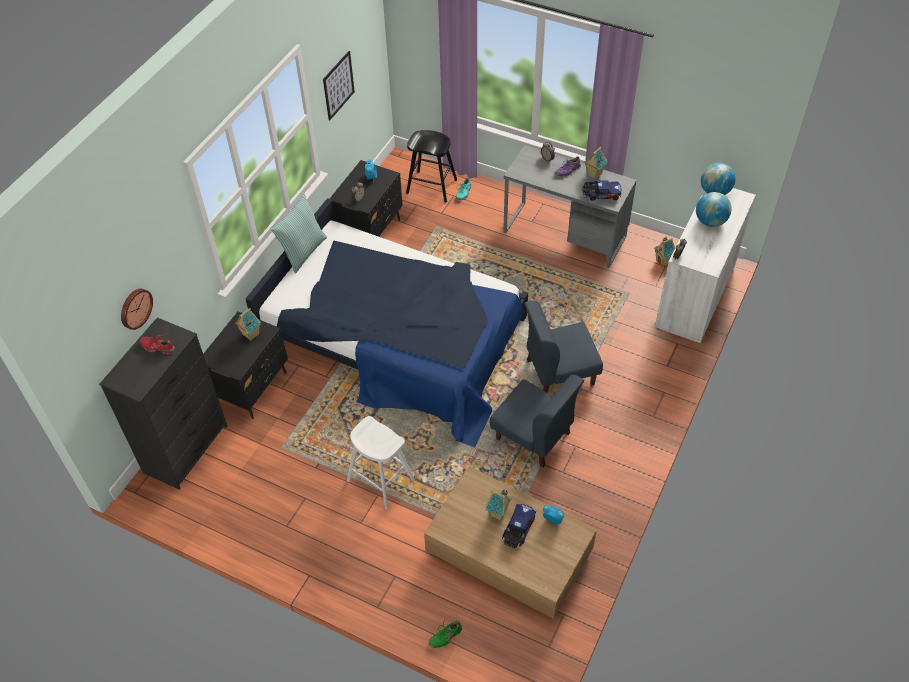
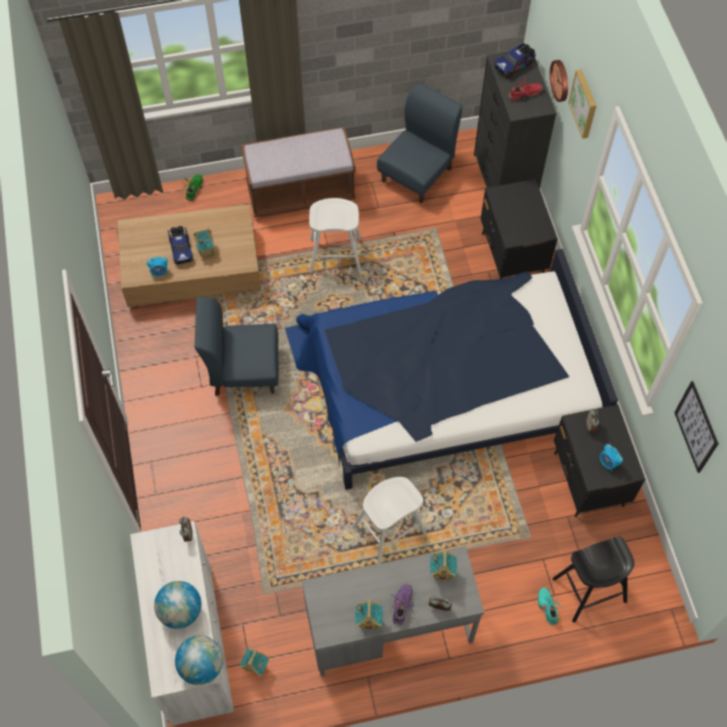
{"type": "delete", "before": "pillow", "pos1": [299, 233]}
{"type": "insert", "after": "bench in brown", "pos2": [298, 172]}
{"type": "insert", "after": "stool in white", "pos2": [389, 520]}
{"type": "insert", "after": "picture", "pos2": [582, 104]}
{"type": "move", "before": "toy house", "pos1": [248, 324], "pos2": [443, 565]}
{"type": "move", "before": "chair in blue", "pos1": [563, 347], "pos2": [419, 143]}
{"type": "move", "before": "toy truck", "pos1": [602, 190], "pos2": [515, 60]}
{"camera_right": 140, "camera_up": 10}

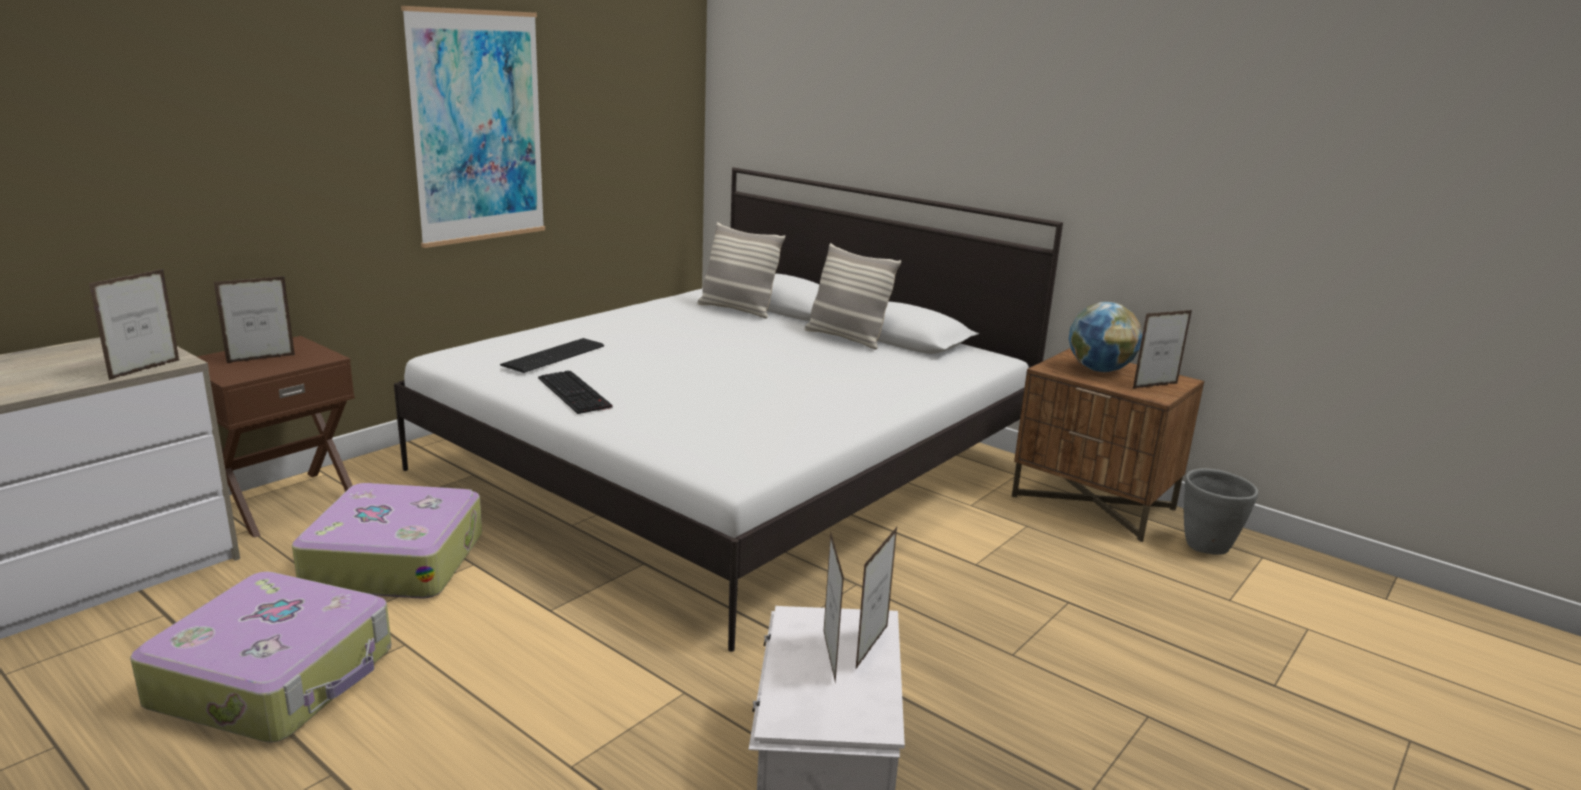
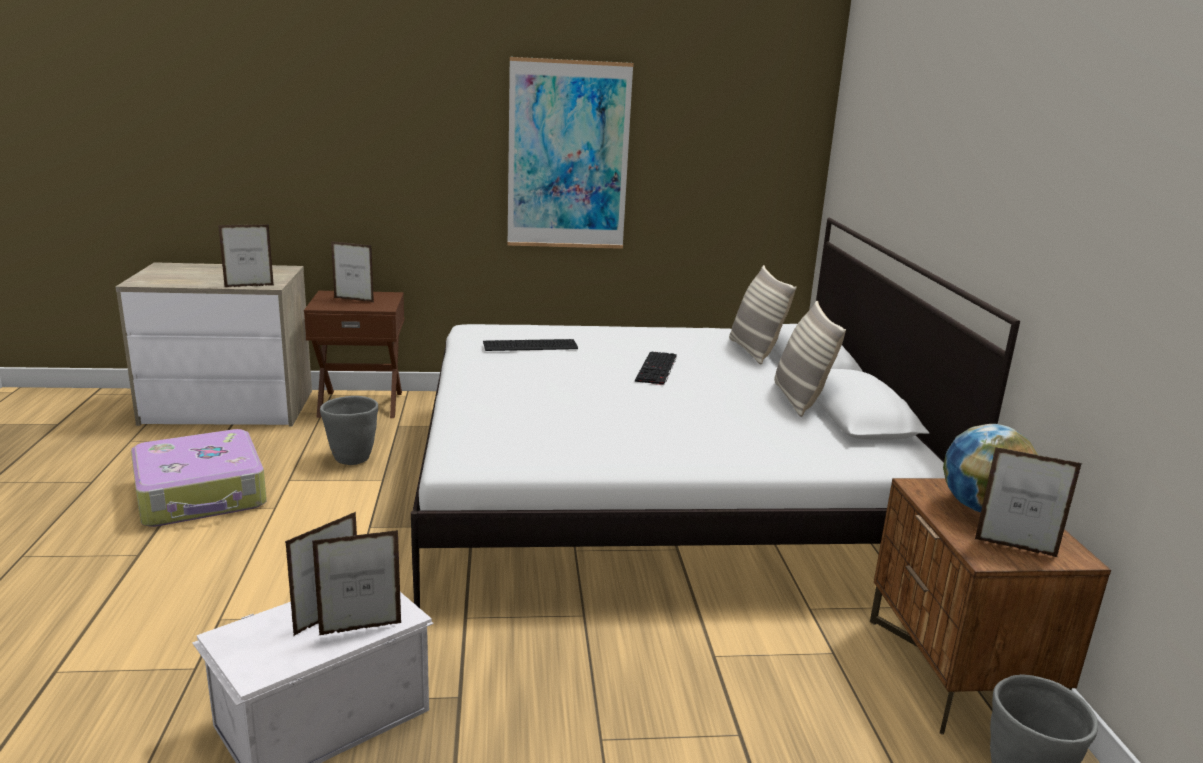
{"type": "move", "before": "keyboard", "pos1": [575, 392], "pos2": [656, 368]}
{"type": "replace", "before": "suitcase", "after": "planter in grey", "pos1": [387, 541], "pos2": [349, 430]}
{"camera_right": 45, "camera_up": 0}

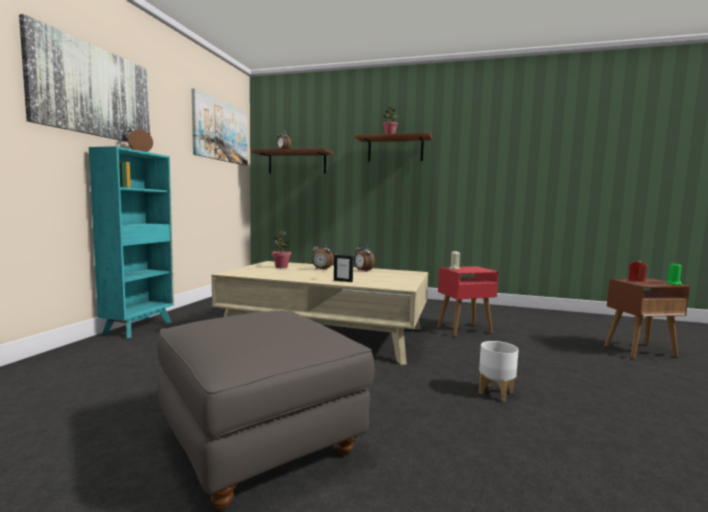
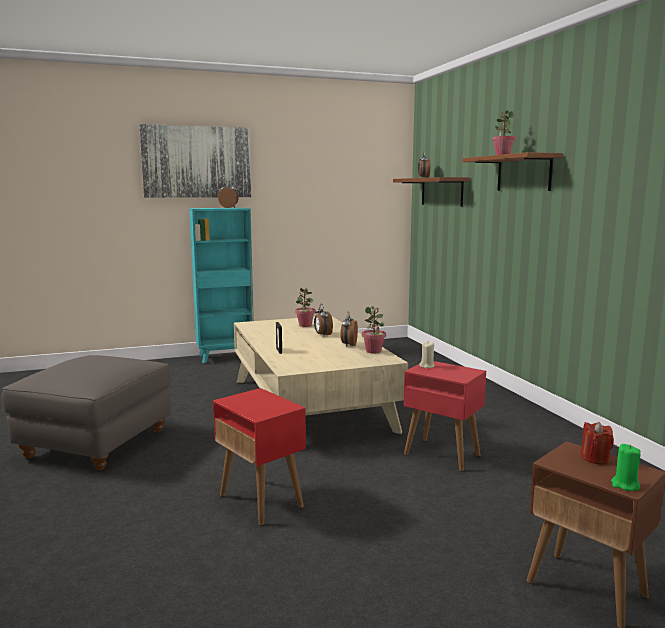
{"type": "delete", "before": "picture", "pos1": [219, 126]}
{"type": "insert", "after": "potted plant", "pos2": [374, 330]}
{"type": "replace", "before": "planter in white", "after": "side table in red", "pos1": [499, 371], "pos2": [259, 457]}
{"camera_right": 55, "camera_up": 5}

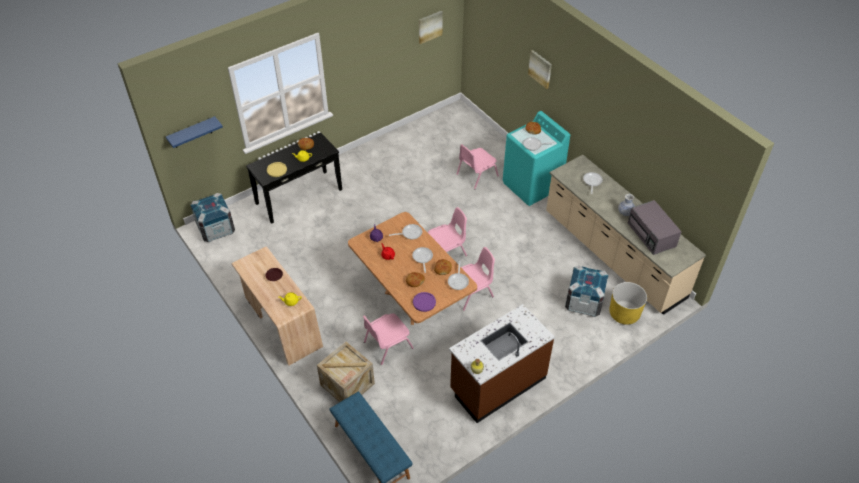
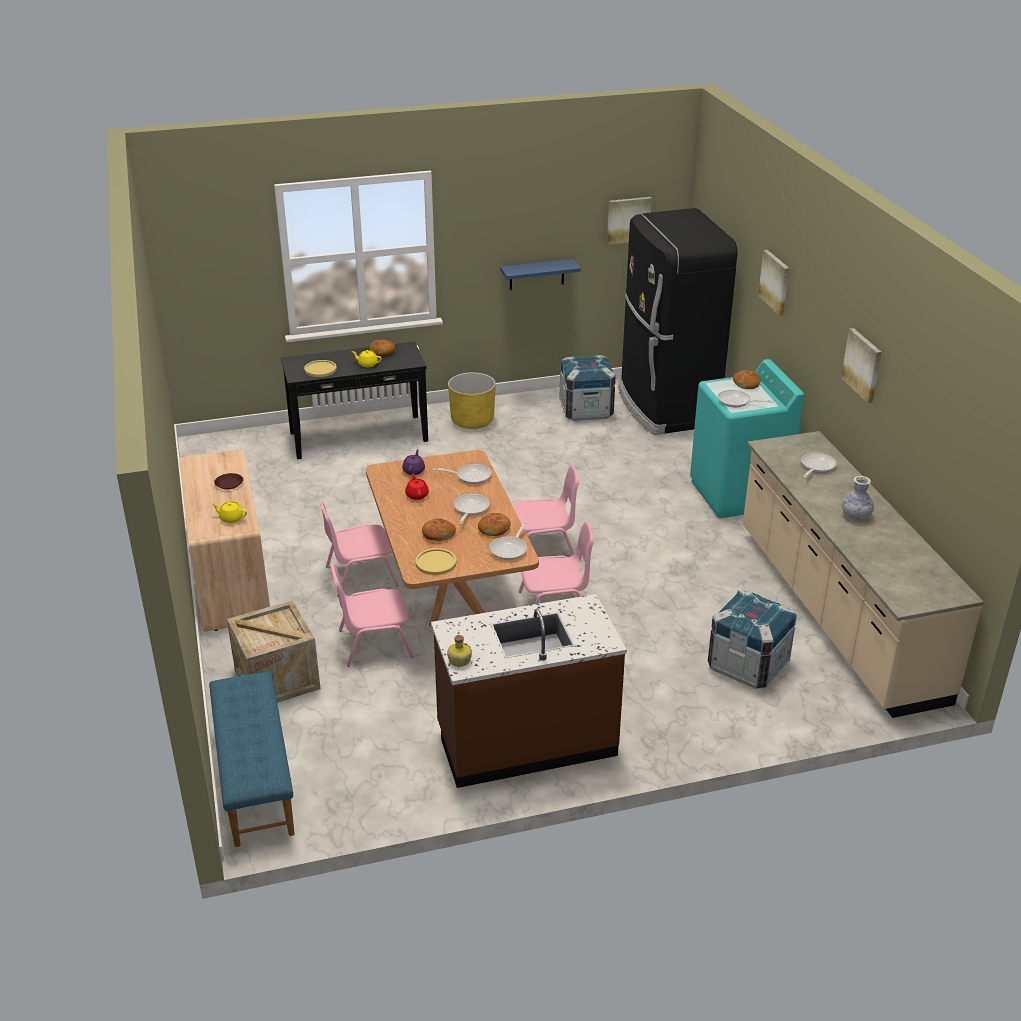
{"type": "delete", "before": "microwave in grey", "pos1": [654, 227]}
{"type": "insert", "after": "fridge in black", "pos2": [677, 321]}
{"type": "insert", "after": "picture", "pos2": [861, 365]}
{"type": "move", "before": "shelf in blue", "pos1": [194, 132], "pos2": [540, 274]}
{"type": "move", "before": "crate", "pos1": [212, 217], "pos2": [587, 388]}
{"type": "move", "before": "chair in pink", "pos1": [478, 166], "pos2": [359, 548]}
{"type": "move", "before": "planter in yellow", "pos1": [628, 303], "pos2": [472, 400]}
{"type": "recolor", "before": "plate in purple", "after": "plate in yellow", "pos1": [424, 302], "pos2": [436, 561]}
{"camera_right": 20, "camera_up": -15}

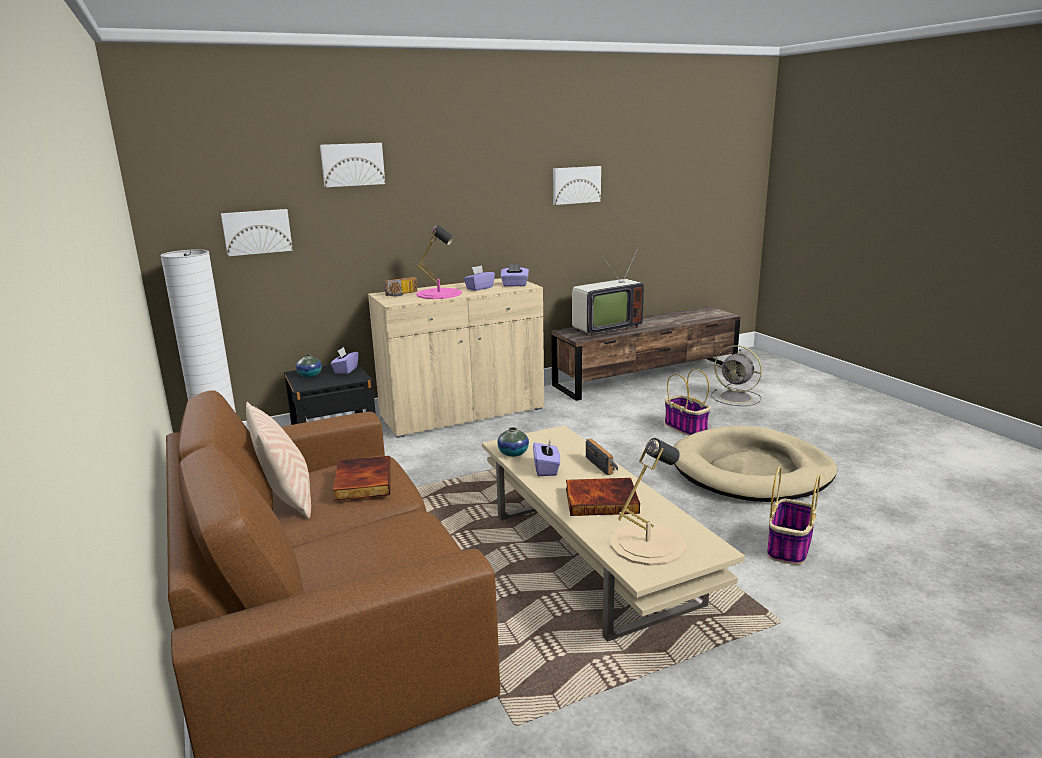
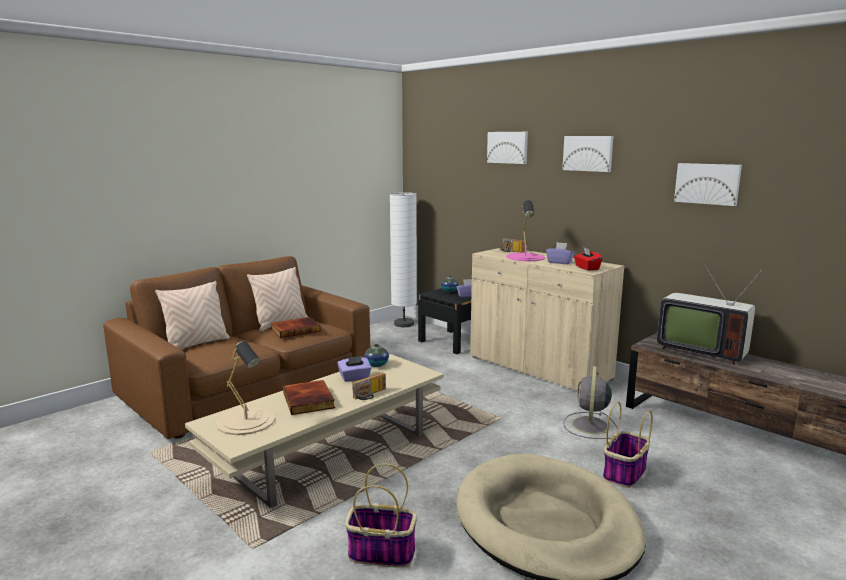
{"type": "insert", "after": "pillow in beige", "pos2": [192, 315]}
{"type": "move", "before": "picture", "pos1": [257, 232], "pos2": [588, 154]}
{"type": "move", "before": "fan in grey", "pos1": [737, 375], "pos2": [590, 402]}
{"type": "recolor", "before": "tissue box in purple", "after": "tissue box in red", "pos1": [515, 275], "pos2": [588, 259]}
{"camera_right": 70, "camera_up": -5}

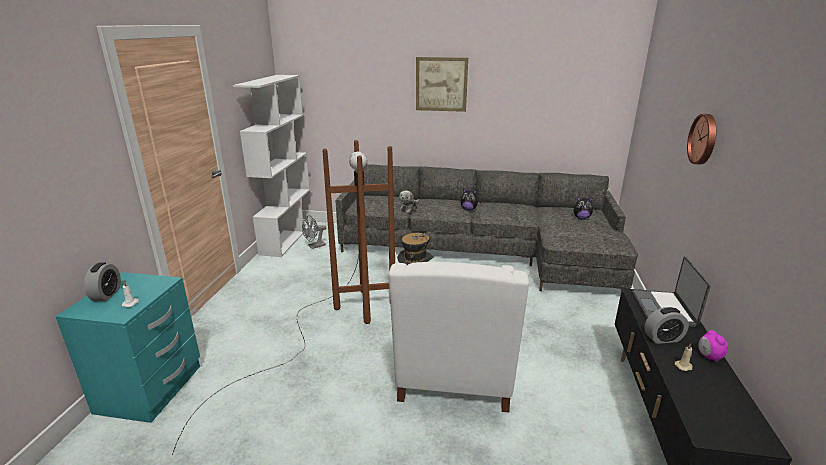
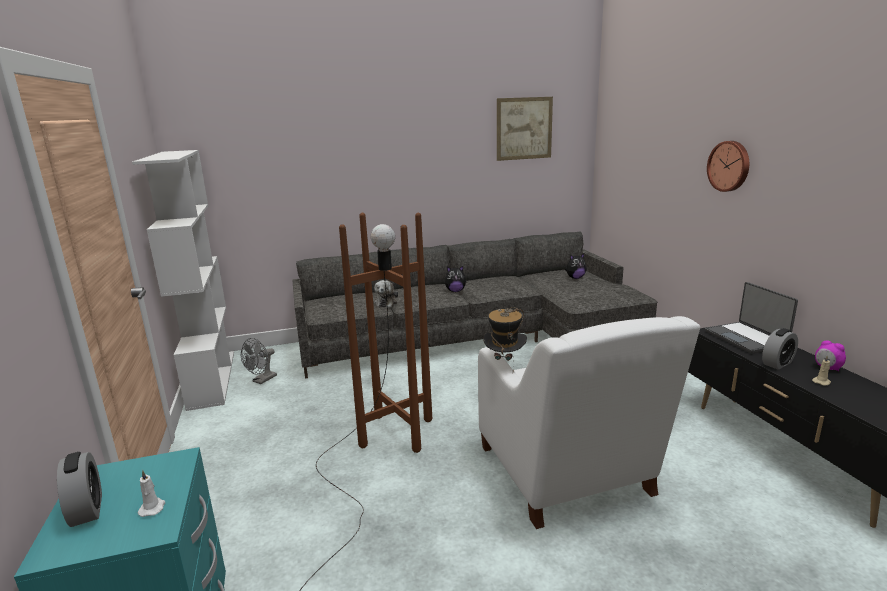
{"type": "move", "before": "picture", "pos1": [442, 84], "pos2": [525, 129]}
{"camera_right": -25, "camera_up": -5}

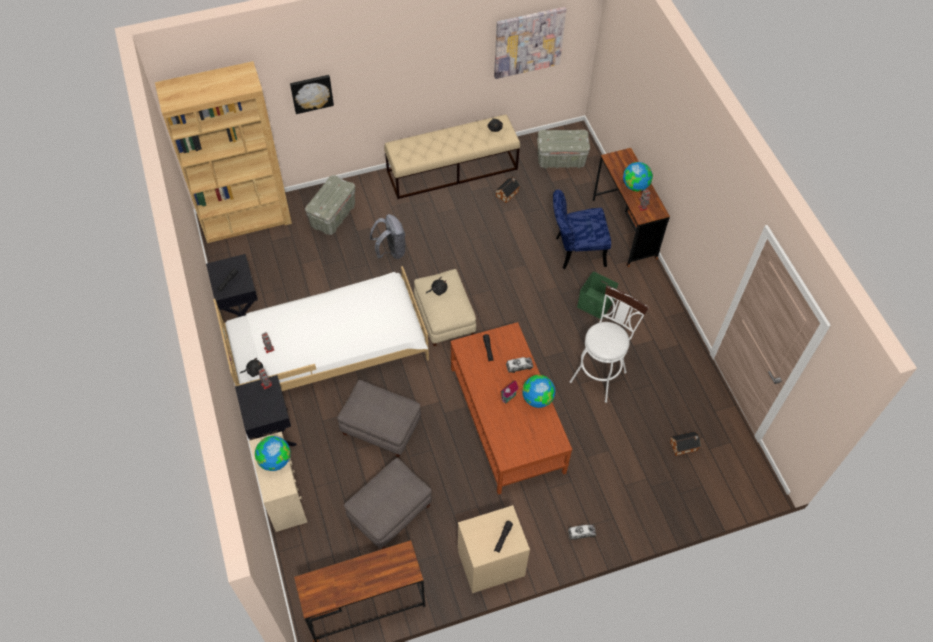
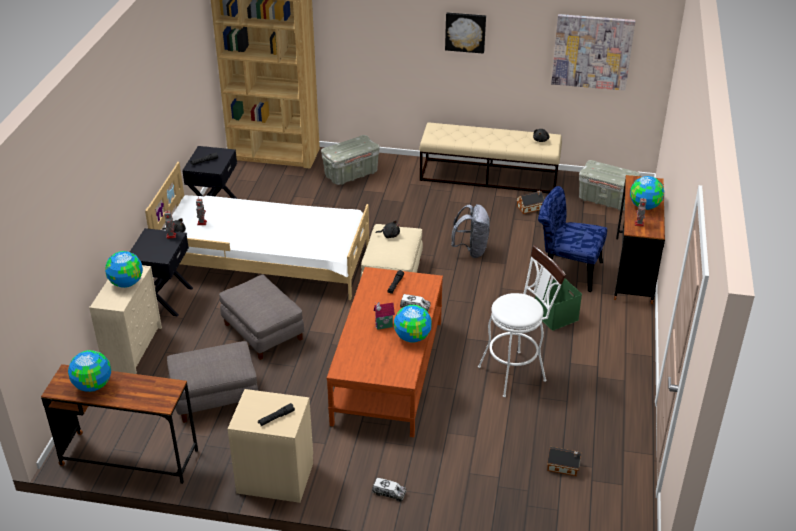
{"type": "insert", "after": "globe", "pos2": [89, 371]}
{"type": "move", "before": "picture", "pos1": [312, 94], "pos2": [465, 33]}
{"type": "move", "before": "backpack in grey", "pos1": [388, 236], "pos2": [470, 231]}
{"camera_right": 30, "camera_up": -20}

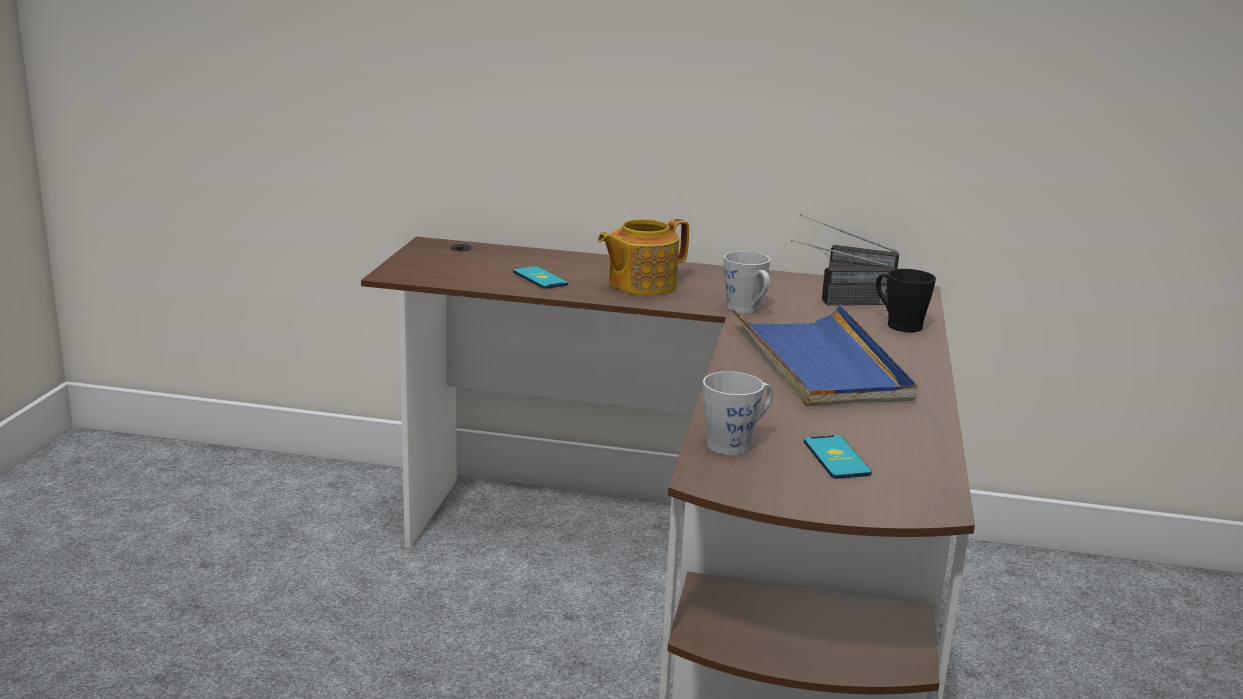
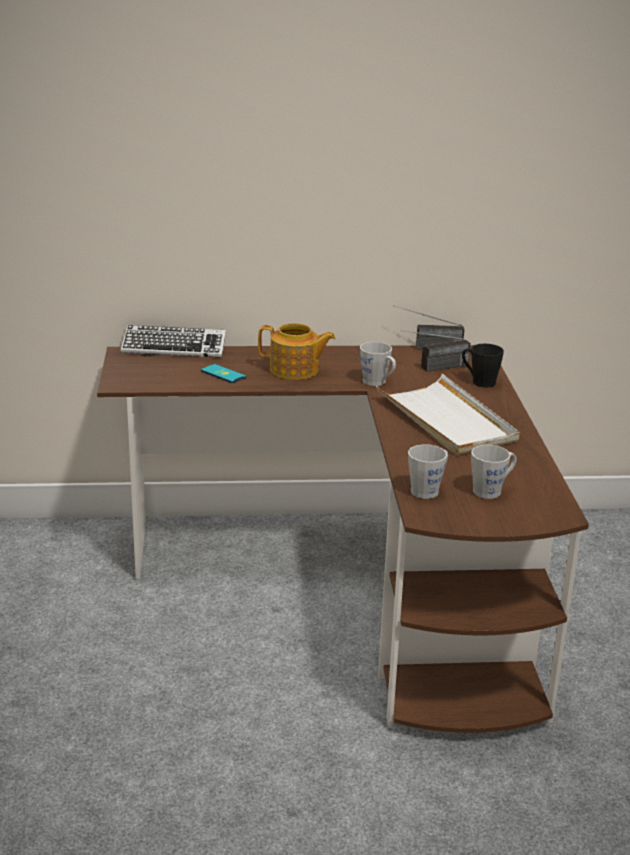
{"type": "insert", "after": "keyboard", "pos2": [173, 341]}
{"type": "replace", "before": "phone", "after": "mug in grey", "pos1": [838, 457], "pos2": [494, 472]}
{"type": "recolor", "before": "tray in blue", "after": "tray in white", "pos1": [825, 355], "pos2": [448, 414]}
{"type": "rotate", "before": "teapot", "pos1": [643, 257], "pos2": [296, 351], "turn": -120}
{"camera_right": -15, "camera_up": 5}

